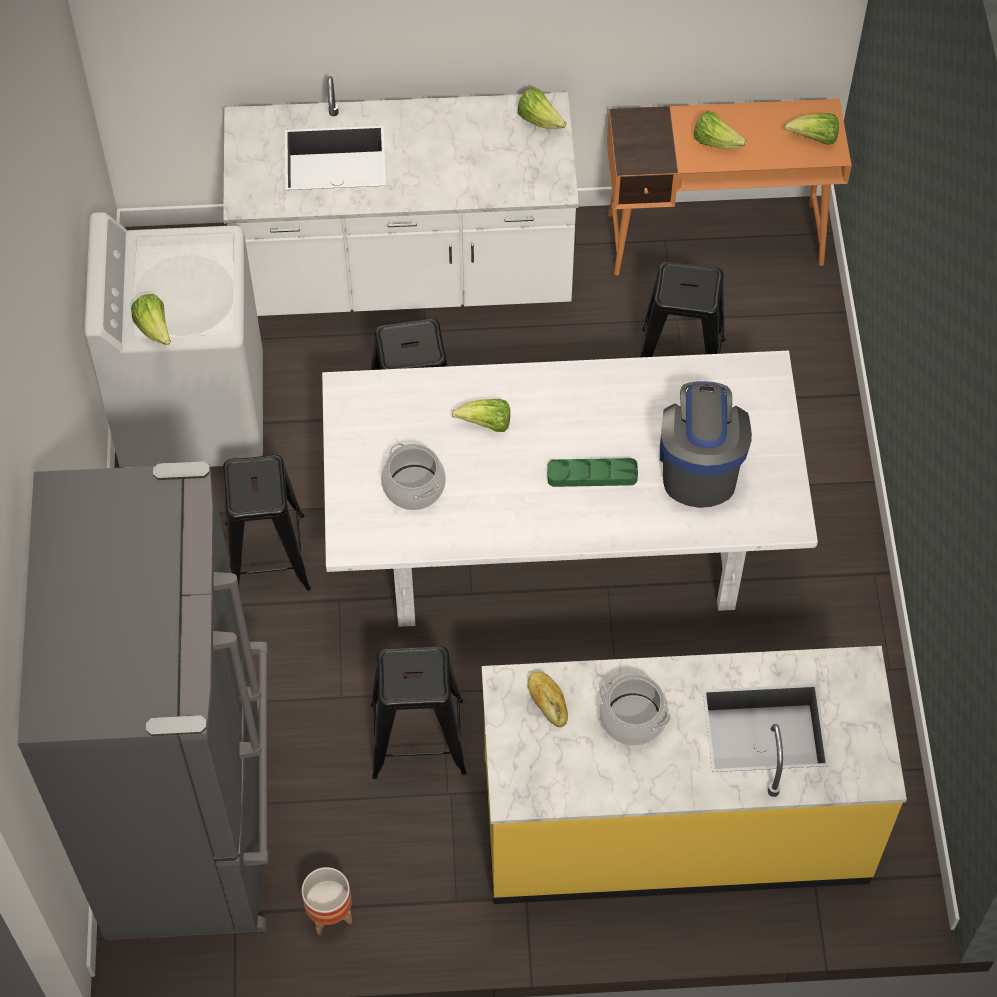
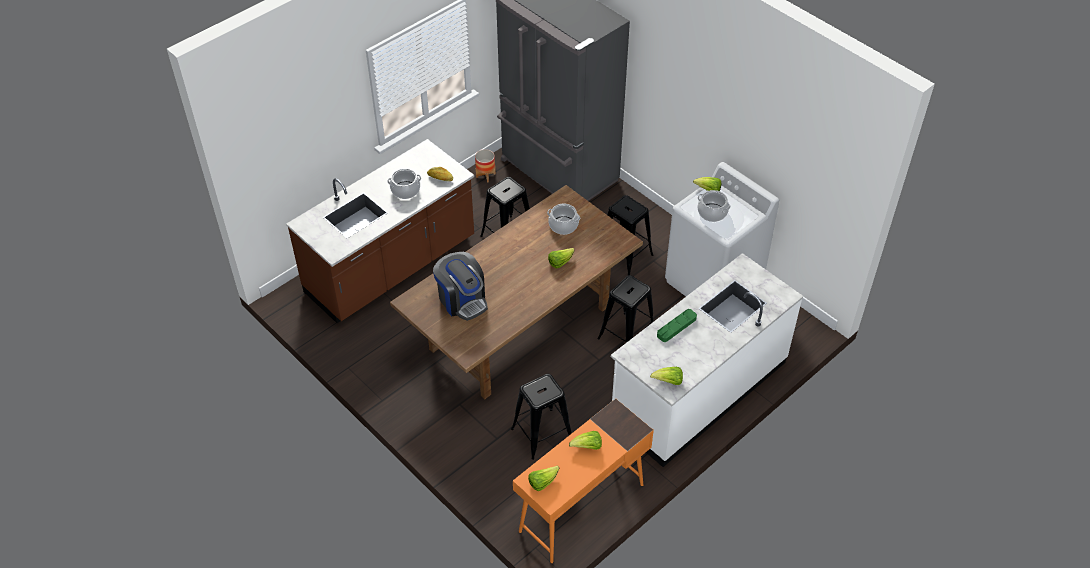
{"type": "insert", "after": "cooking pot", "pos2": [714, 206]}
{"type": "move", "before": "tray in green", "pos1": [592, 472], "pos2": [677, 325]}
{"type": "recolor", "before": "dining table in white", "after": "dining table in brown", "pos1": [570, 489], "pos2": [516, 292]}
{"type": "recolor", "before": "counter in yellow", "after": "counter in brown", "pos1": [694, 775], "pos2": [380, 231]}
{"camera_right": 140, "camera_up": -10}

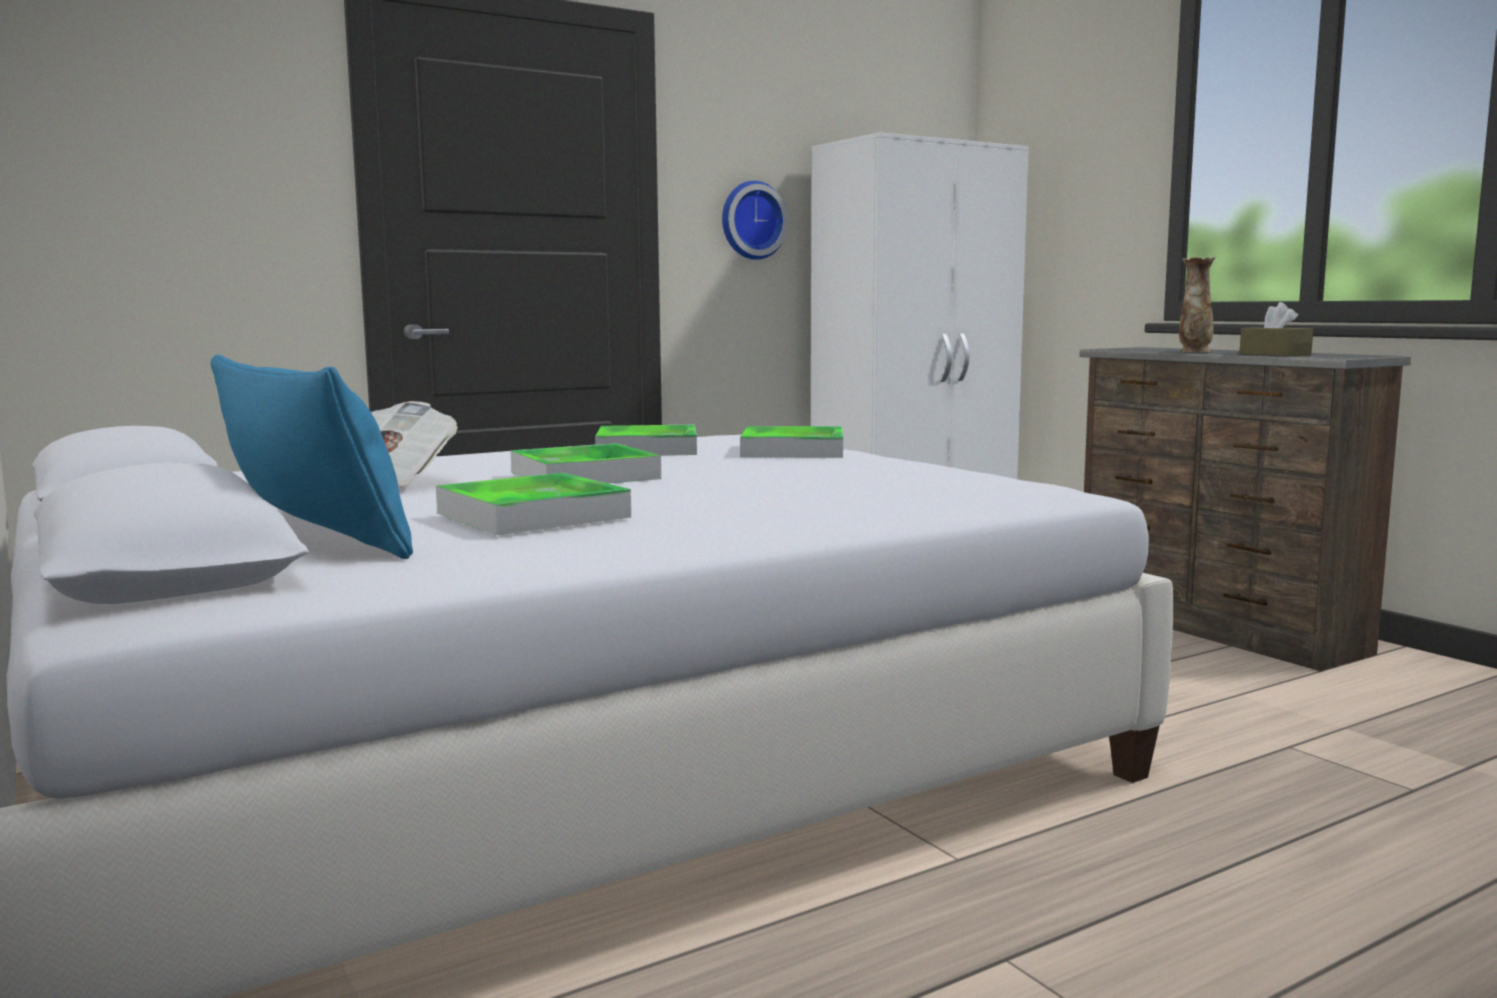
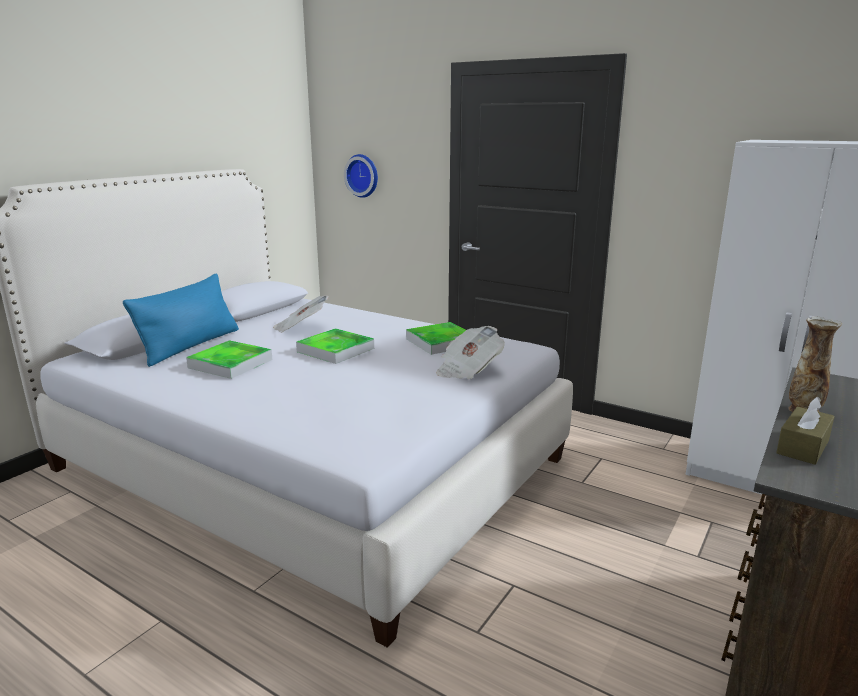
{"type": "move", "before": "wall clock", "pos1": [755, 220], "pos2": [361, 176]}
{"type": "replace", "before": "tray", "after": "newspaper", "pos1": [791, 442], "pos2": [470, 352]}
{"camera_right": 65, "camera_up": 10}

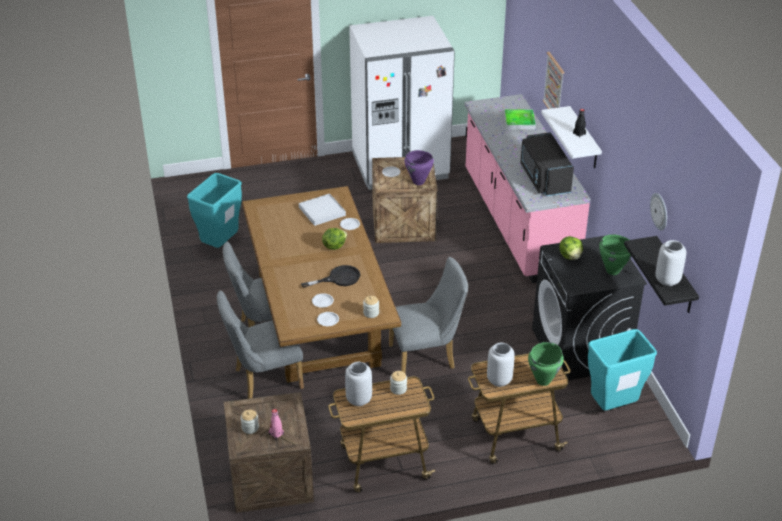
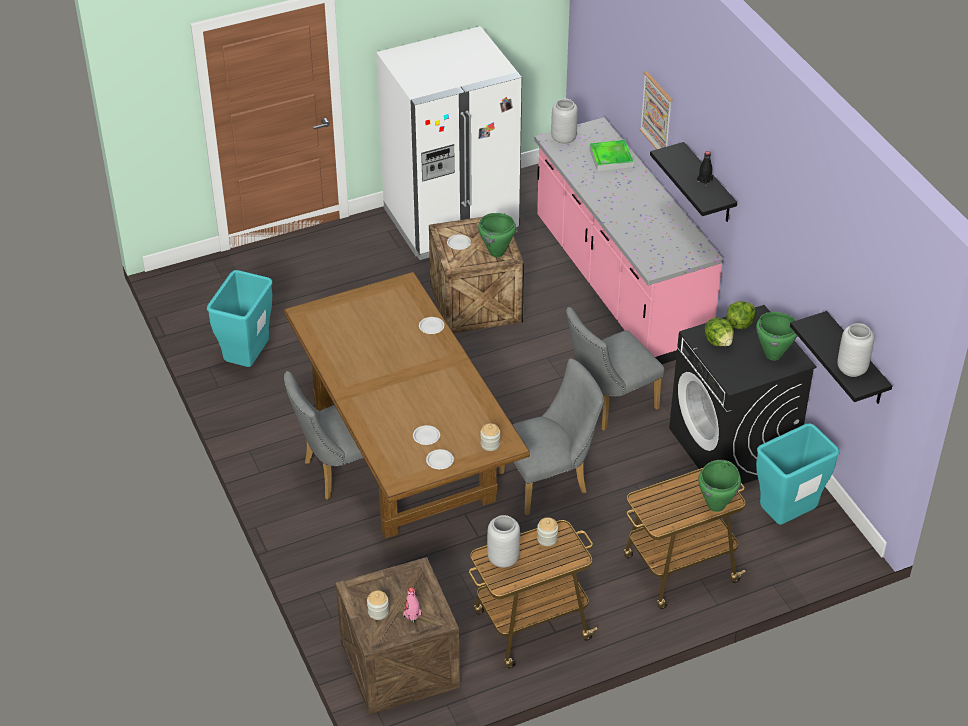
{"type": "delete", "before": "tray in white", "pos1": [322, 210]}
{"type": "delete", "before": "frying pan in black", "pos1": [330, 276]}
{"type": "delete", "before": "microwave in black", "pos1": [547, 164]}
{"type": "delete", "before": "wall clock", "pos1": [658, 212]}
{"type": "move", "before": "chair in grey", "pos1": [260, 344], "pos2": [615, 369]}
{"type": "move", "before": "lettuce", "pos1": [334, 239], "pos2": [740, 315]}
{"type": "move", "before": "vase in grey", "pos1": [501, 365], "pos2": [564, 121]}
{"type": "recolor", "before": "cooking pot in purple", "after": "cooking pot in green", "pos1": [419, 167], "pos2": [497, 235]}
{"type": "recolor", "before": "shelf in white", "after": "shelf in black", "pos1": [571, 137], "pos2": [693, 182]}
{"camera_right": -10, "camera_up": 5}

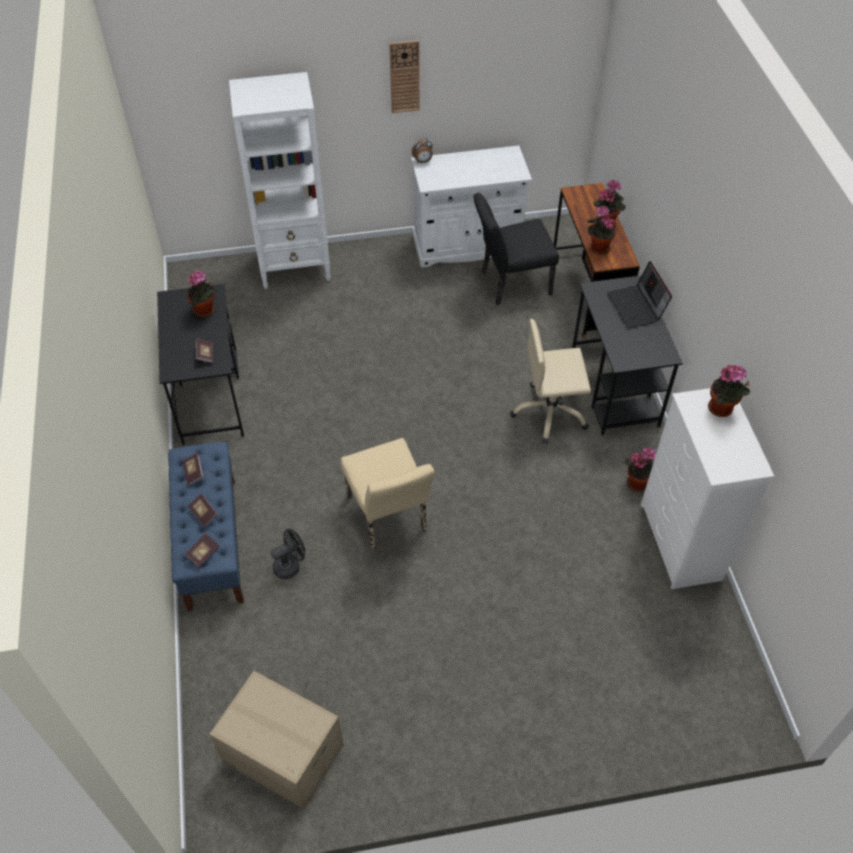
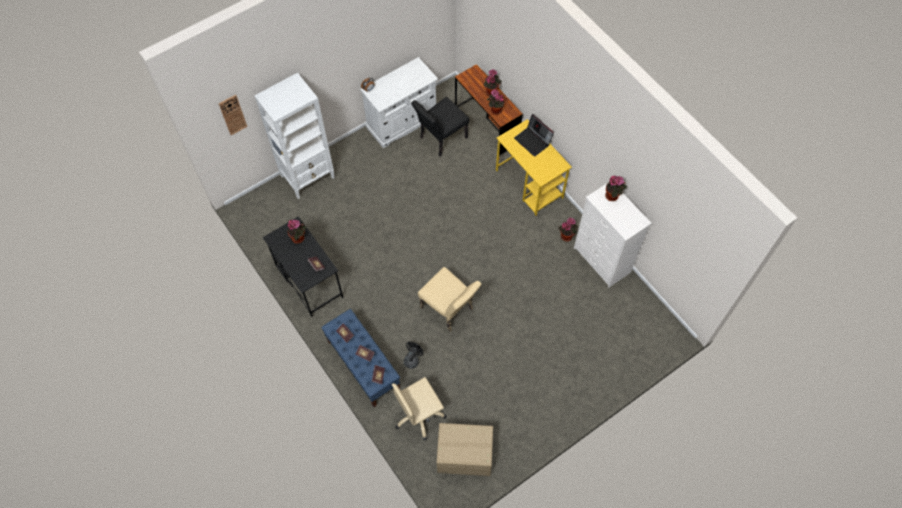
{"type": "move", "before": "wall clock", "pos1": [404, 76], "pos2": [233, 115]}
{"type": "move", "before": "office chair in beige", "pos1": [550, 381], "pos2": [419, 408]}
{"type": "recolor", "before": "desk in black", "after": "desk in yellow", "pos1": [627, 355], "pos2": [534, 167]}
{"camera_right": -25, "camera_up": 10}

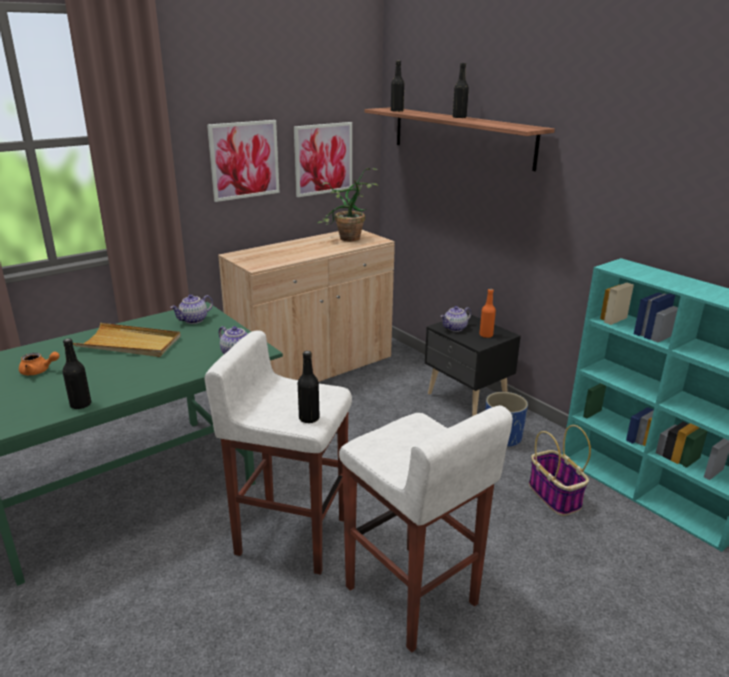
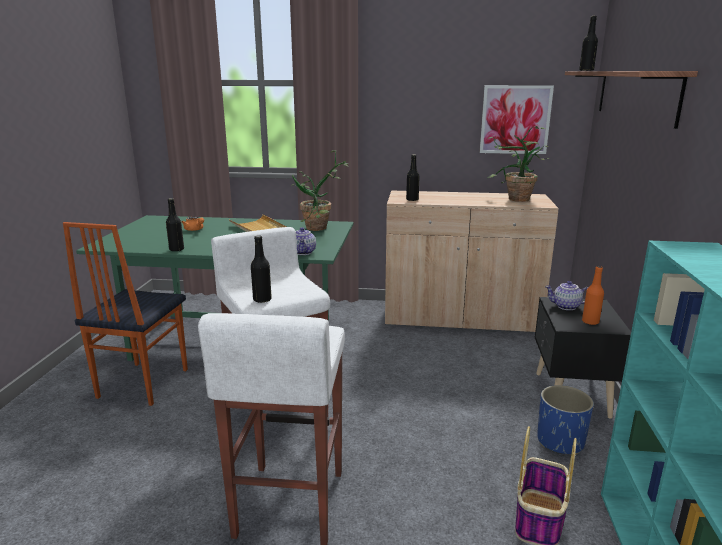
{"type": "delete", "before": "picture", "pos1": [243, 161]}
{"type": "insert", "after": "chair", "pos2": [125, 314]}
{"type": "move", "before": "bottle in black", "pos1": [461, 90], "pos2": [413, 178]}
{"type": "replace", "before": "teapot", "after": "potted plant", "pos1": [191, 309], "pos2": [320, 190]}
{"camera_right": 45, "camera_up": -5}

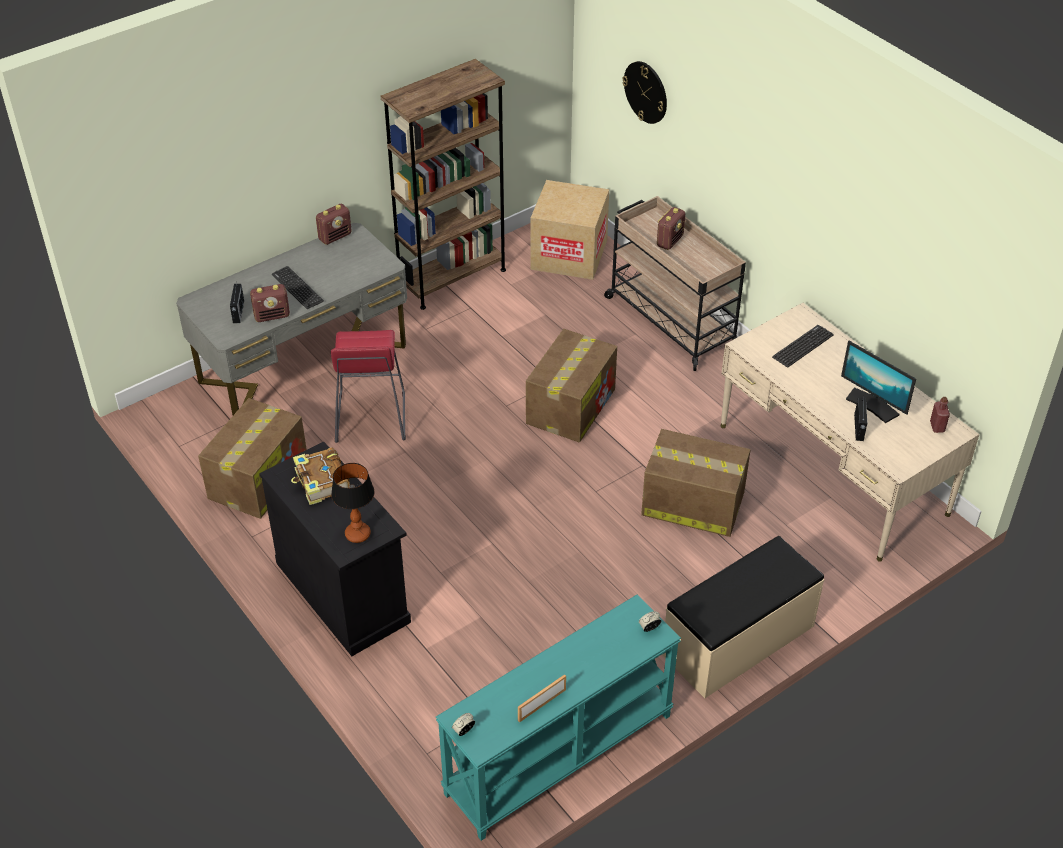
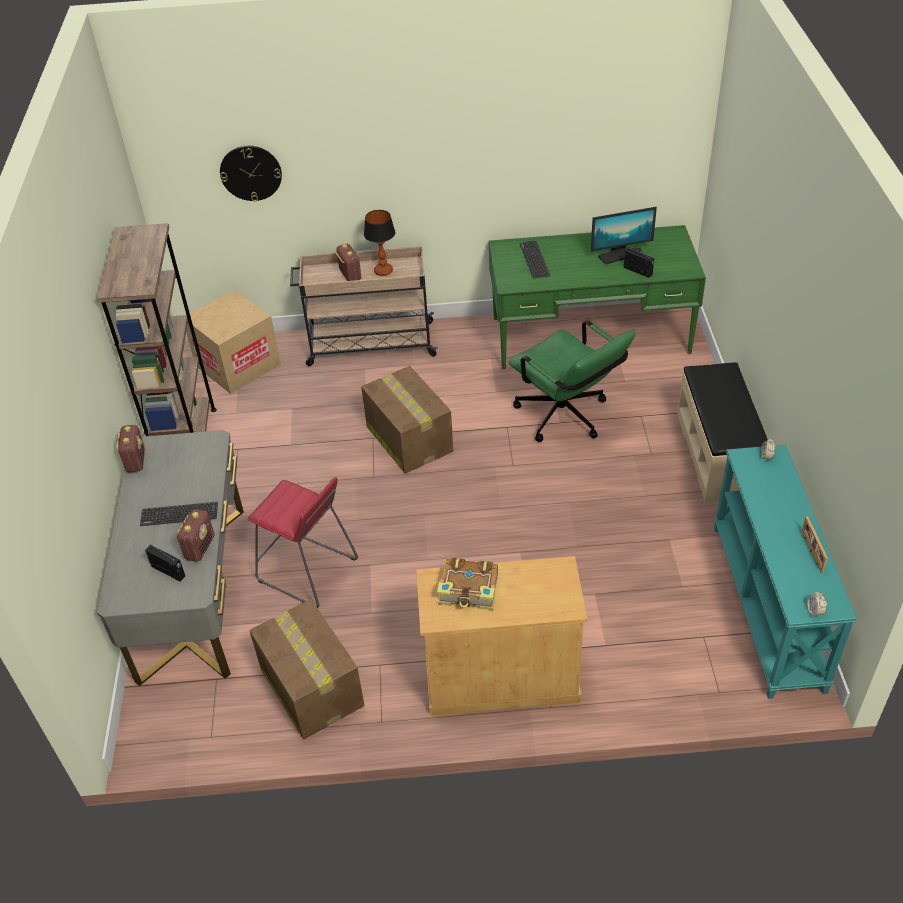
{"type": "delete", "before": "bottle in red", "pos1": [940, 415]}
{"type": "move", "before": "table lamp", "pos1": [353, 503], "pos2": [379, 243]}
{"type": "replace", "before": "cardboard box", "after": "office chair in green", "pos1": [696, 483], "pos2": [572, 381]}
{"type": "recolor", "before": "cabinet in black", "after": "cabinet in beige", "pos1": [335, 549], "pos2": [501, 636]}
{"type": "recolor", "before": "desk in beige", "after": "desk in green", "pos1": [850, 432], "pos2": [597, 297]}
{"camera_right": -55, "camera_up": 0}

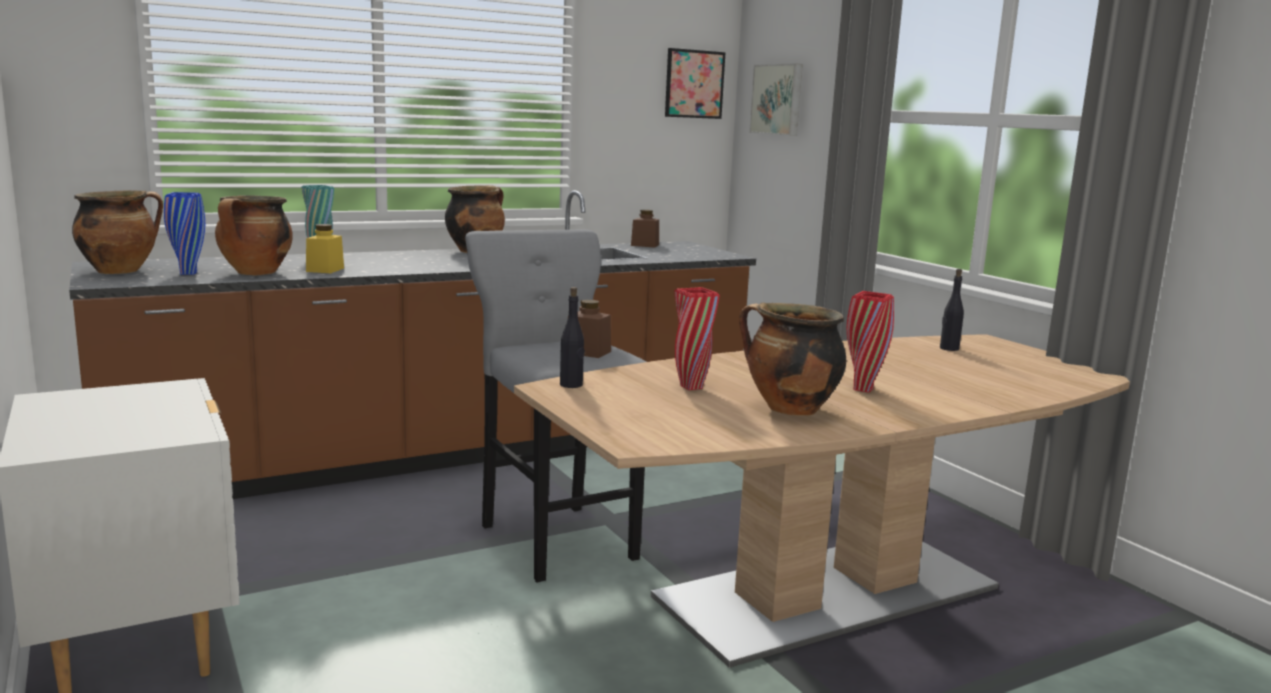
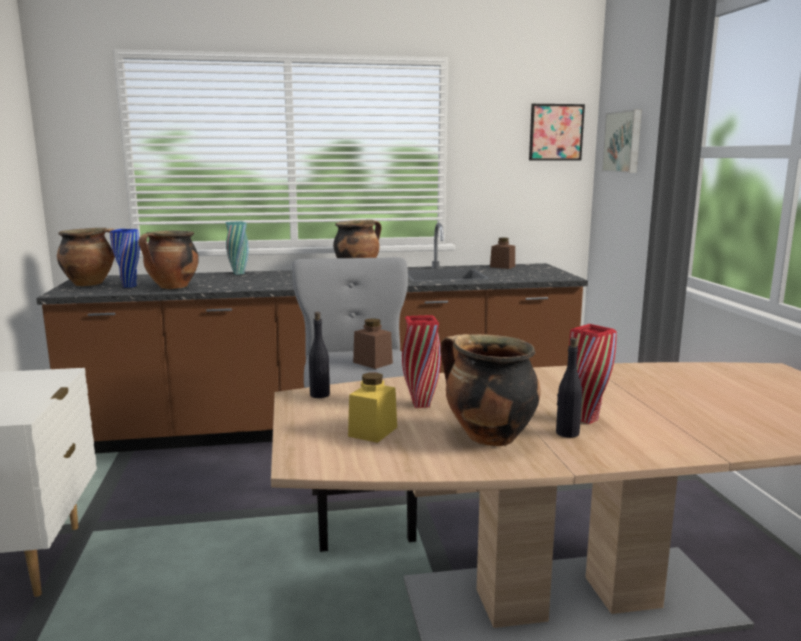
{"type": "move", "before": "jar in yellow", "pos1": [325, 248], "pos2": [372, 407]}
{"type": "move", "before": "bottle in black", "pos1": [952, 310], "pos2": [569, 388]}
{"camera_right": 20, "camera_up": 0}

